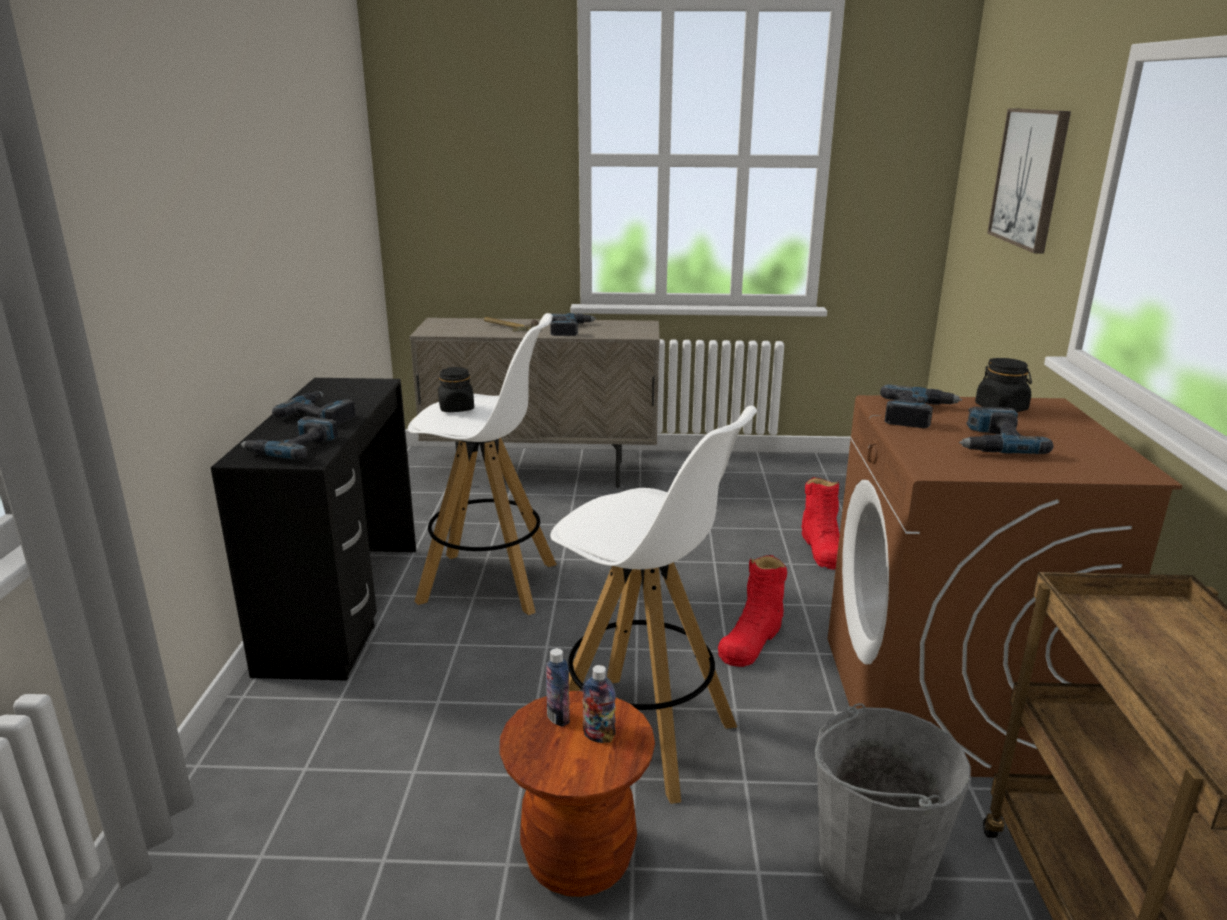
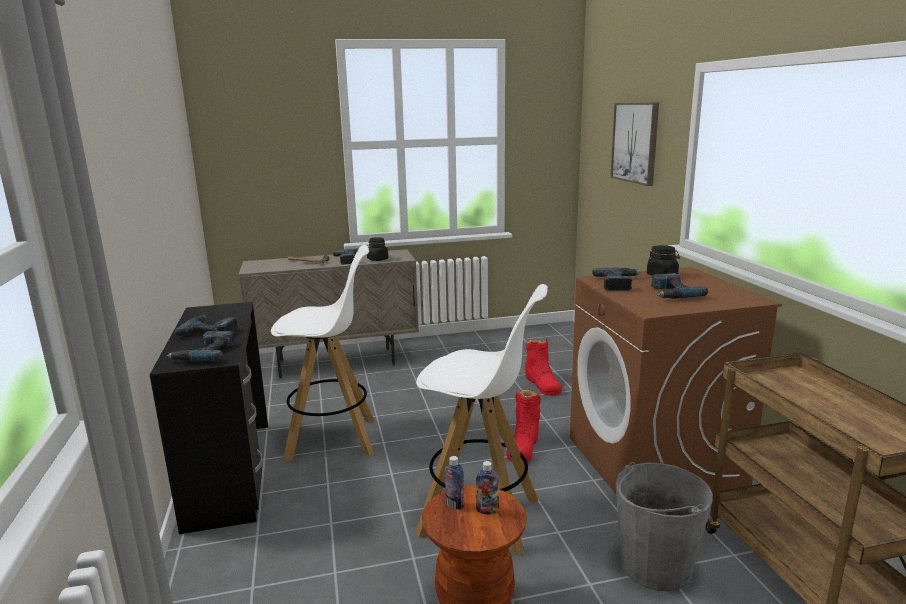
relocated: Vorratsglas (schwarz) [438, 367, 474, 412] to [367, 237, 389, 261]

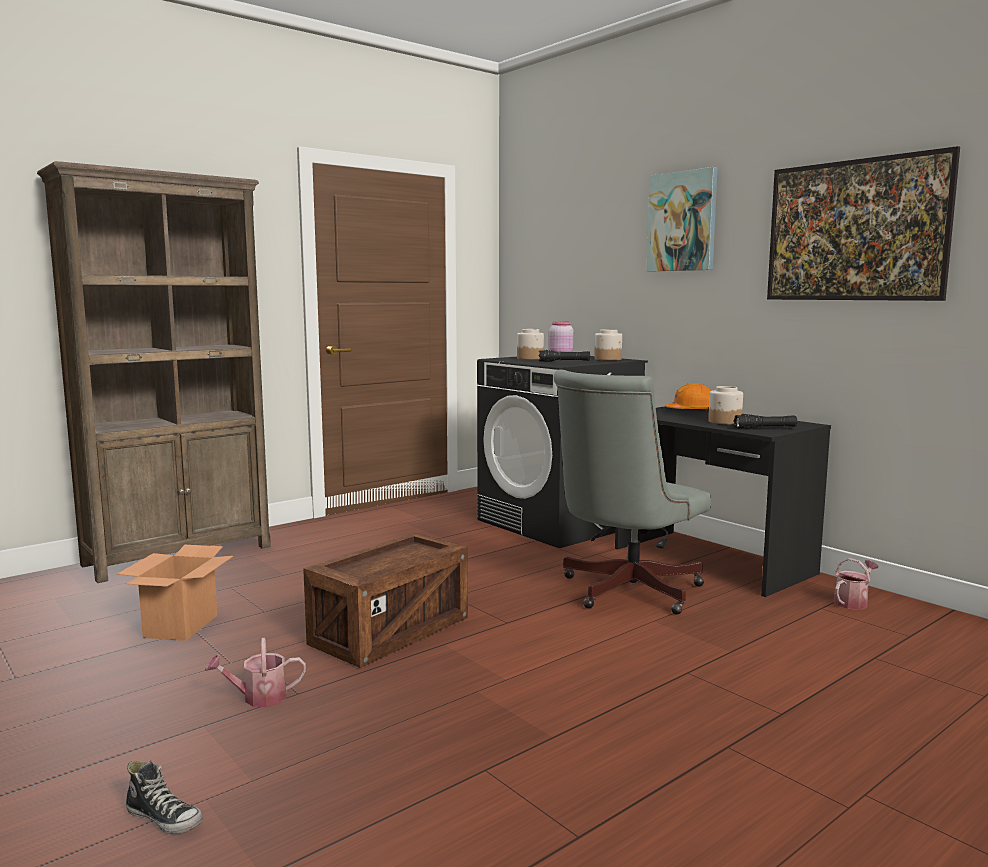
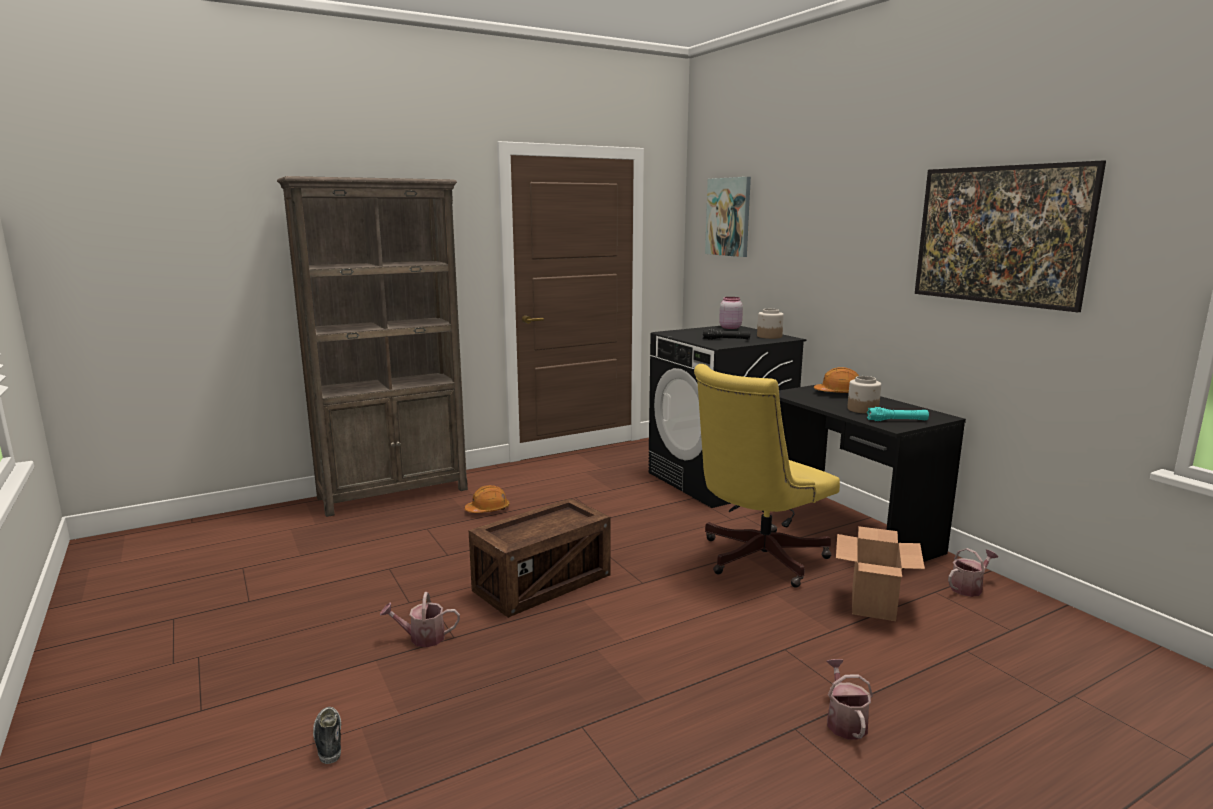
missing: Vorratsglas [517, 329, 544, 360]
appeared: Schutzhelm (orange) [465, 485, 510, 513]; Gießkanne [827, 659, 873, 740]
relocated: Bild [647, 167, 717, 272] to [705, 177, 751, 257]; Karton [117, 545, 233, 641] to [836, 526, 925, 621]
colour: Bürostuhl (grau) [554, 370, 711, 615] to Bürostuhl (gelb) [694, 364, 840, 588]; Taschenlampe (schwarz) [733, 414, 797, 429] to Taschenlampe (türkis) [867, 407, 929, 421]
spun: Schuh [126, 761, 203, 834] = [313, 707, 341, 764] 150 degrees counterclockwise

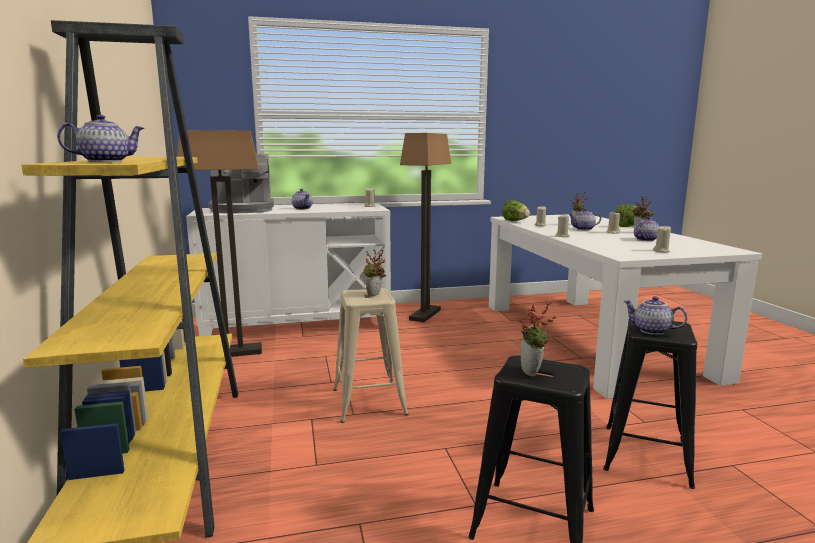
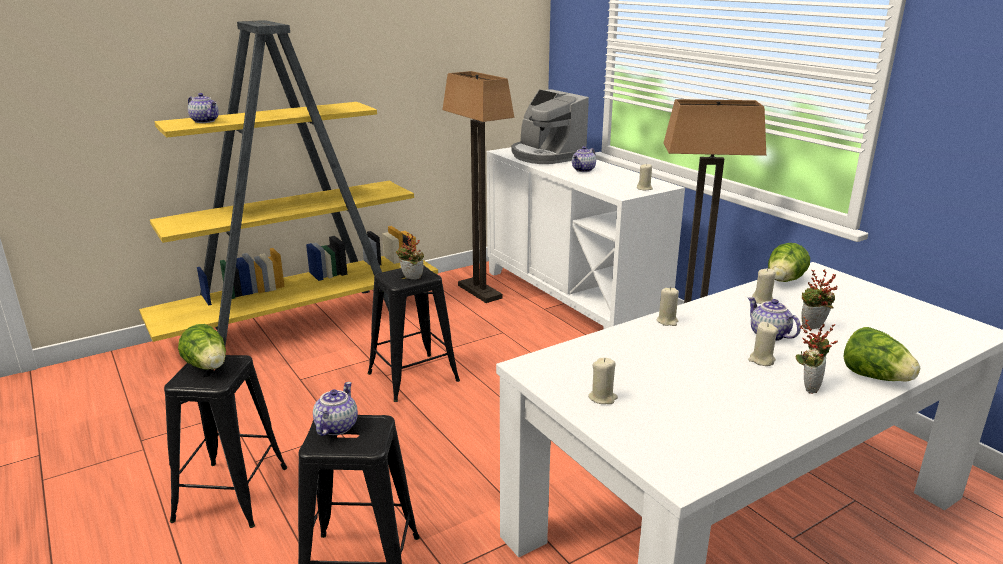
missing: Teekanne [634, 216, 659, 241]
exchanged: Topfpflanze [519, 302, 556, 377] to Salatkopf [178, 324, 226, 370]
colour: Hocker (beige) [334, 288, 408, 423] to Hocker (schwarz) [368, 265, 460, 402]

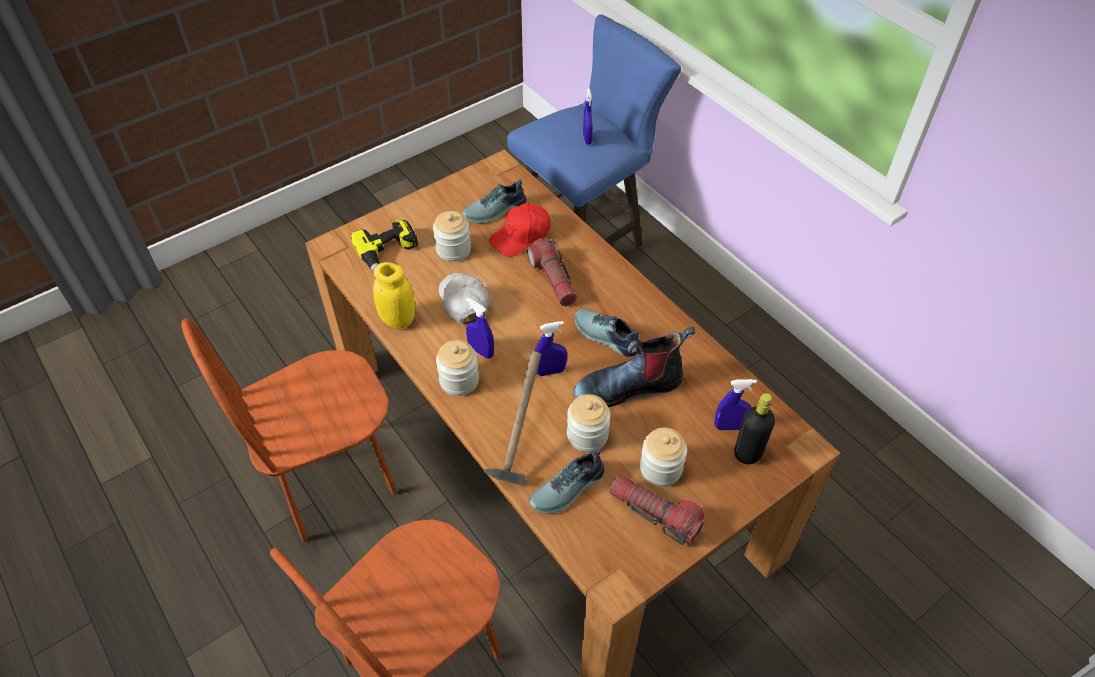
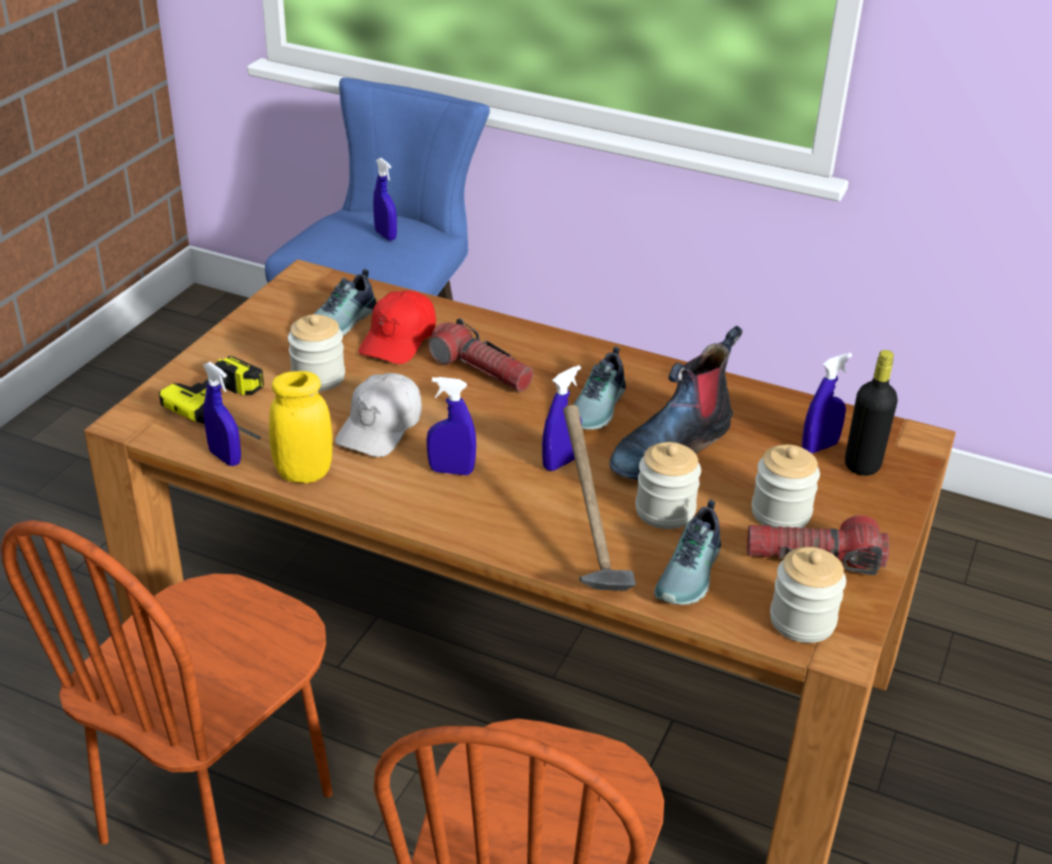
appeared: Sprühflasche (blau) [203, 362, 241, 466]
relocated: Vorratsglas [436, 340, 479, 396] to [770, 547, 846, 643]
spun: Kappe (weiß) [439, 273, 489, 325] = [335, 373, 422, 457] 105 degrees counterclockwise; Schuh [575, 309, 639, 357] = [573, 346, 626, 430] 75 degrees counterclockwise

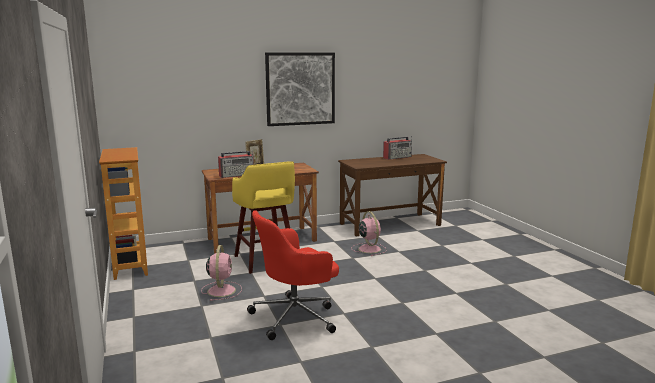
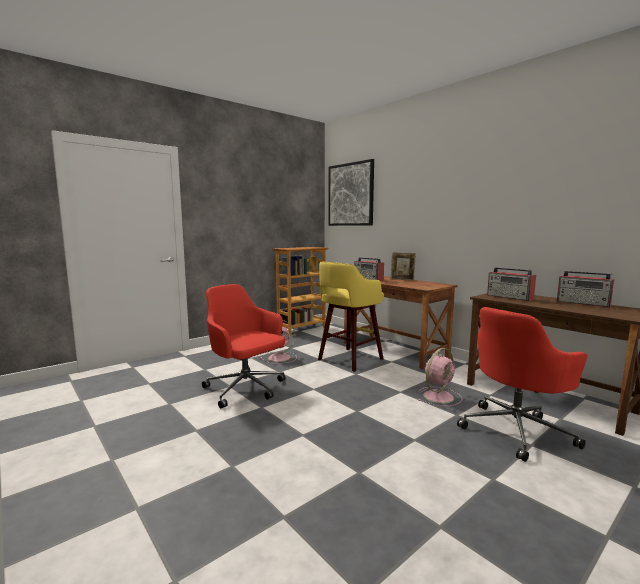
appeared: Bürostuhl (rot) [457, 307, 588, 462]; Radio [487, 267, 536, 301]
relocated: Bild [265, 52, 335, 126] to [328, 159, 374, 226]

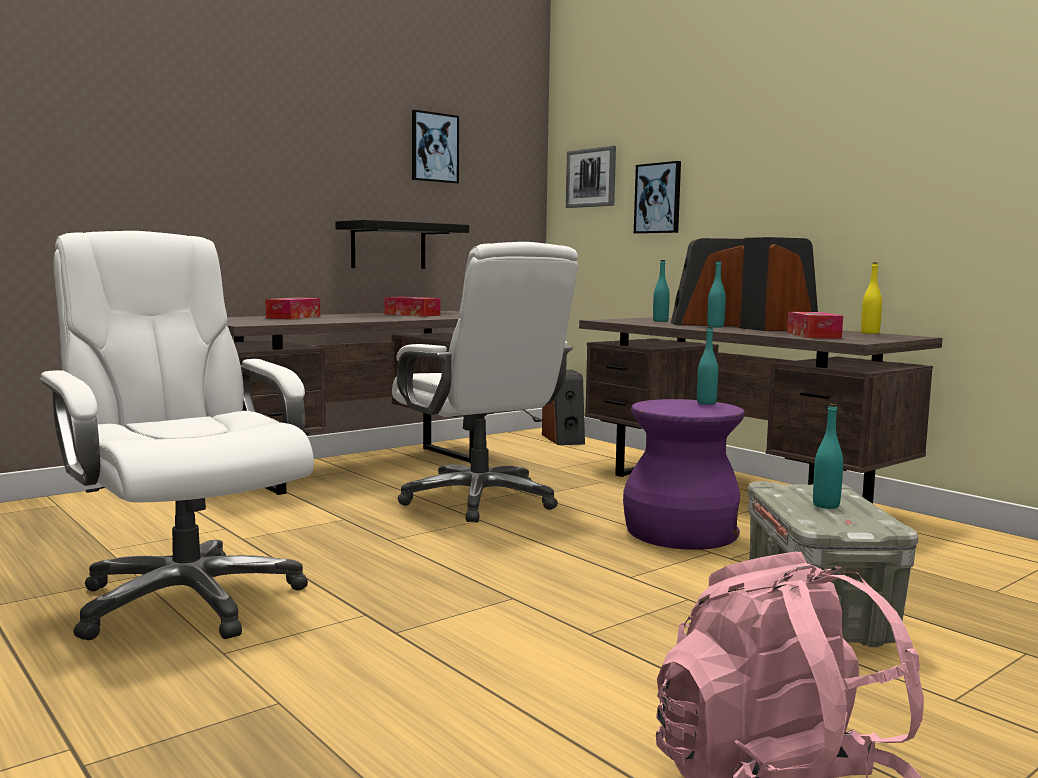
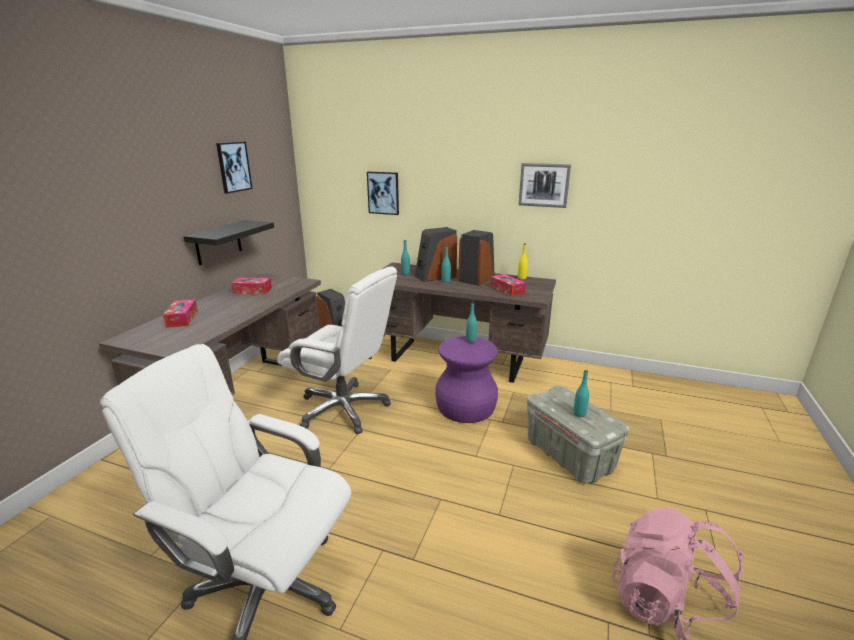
relocated: Bild [566, 146, 616, 208] to [519, 163, 571, 208]

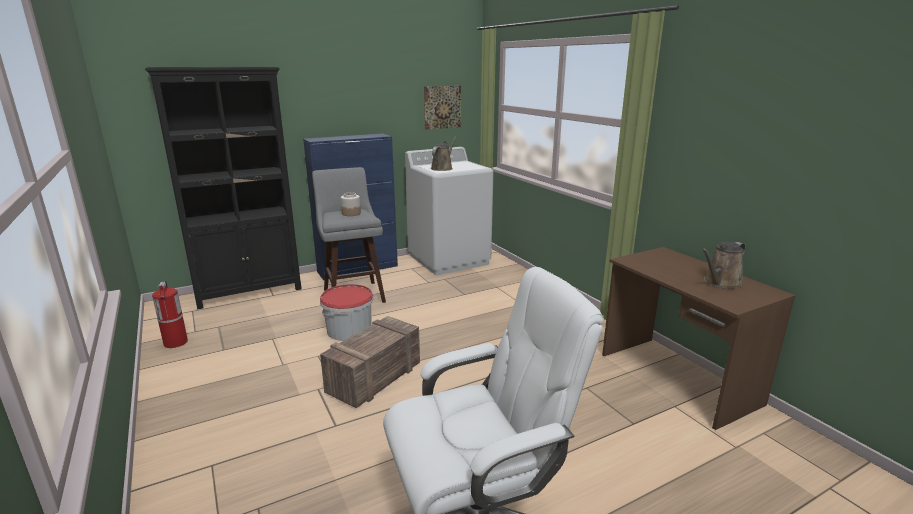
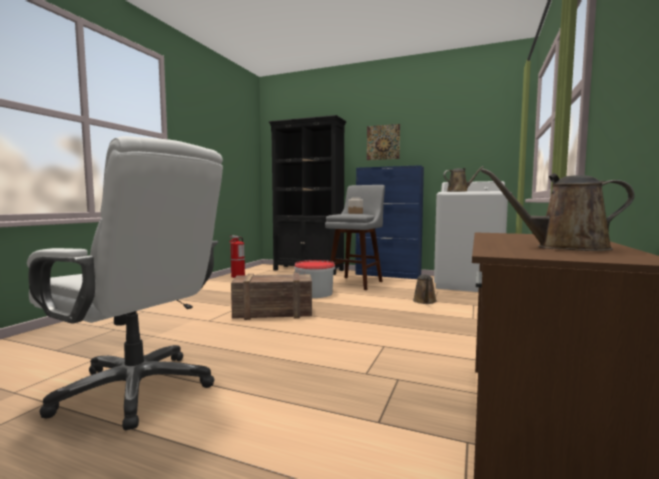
appeared: Gießkanne (braun) [413, 274, 437, 304]
relocated: Bild [424, 86, 461, 130] to [367, 124, 400, 160]

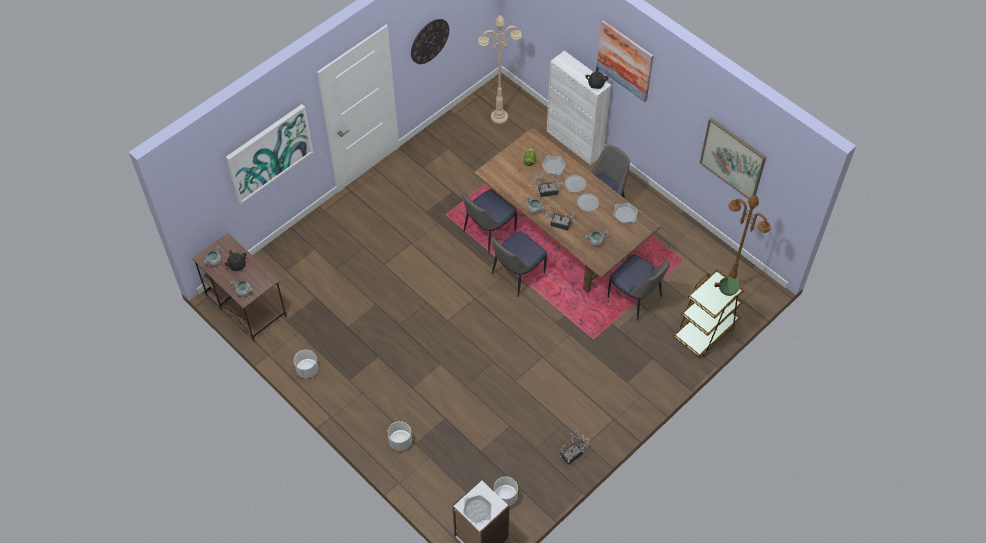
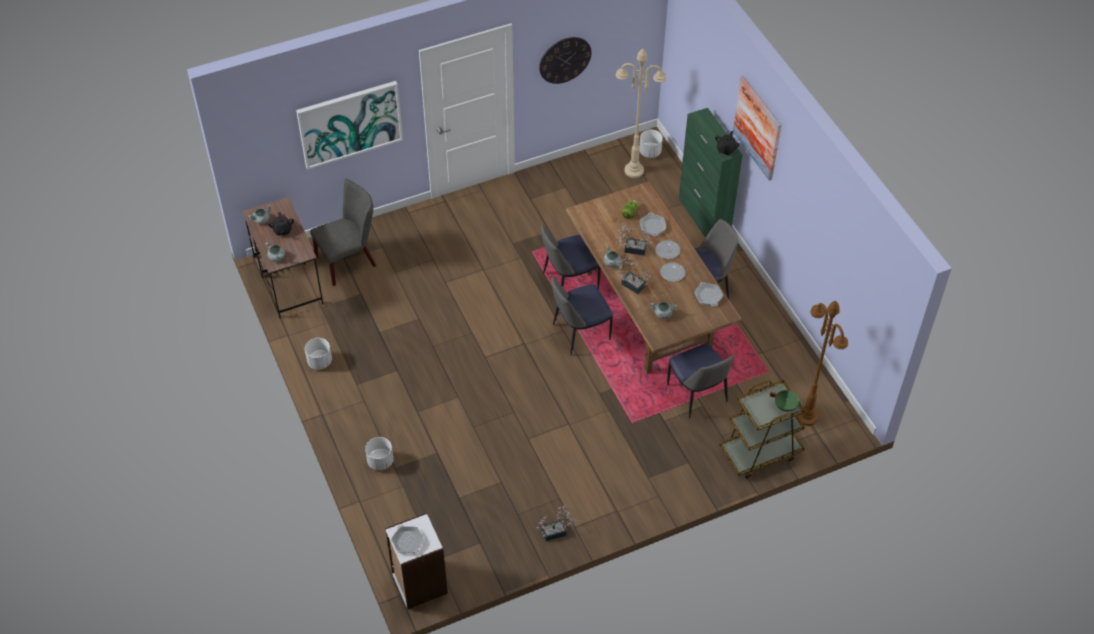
missing: Bild [700, 118, 766, 199]
appeared: Stuhl (grau) [310, 179, 376, 286]
relocated: Pflanzkübel (weiß) [494, 477, 518, 506] to [640, 130, 663, 158]
colour: Schrank (weiß) [547, 51, 611, 165] to Schrank (grün) [679, 108, 743, 238]

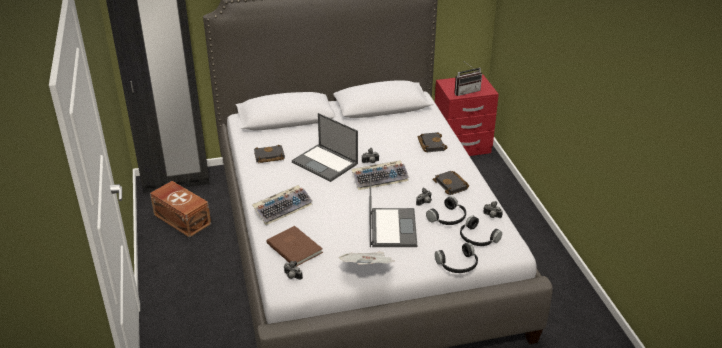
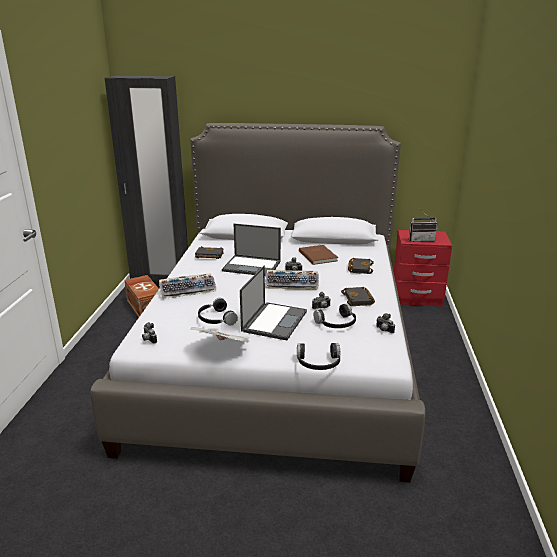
relocated: Kopfhörer (schwarz) [460, 215, 502, 246] to [198, 298, 238, 326]; Buch (braun) [266, 226, 323, 267] to [299, 245, 338, 265]
spun: Laptop [292, 113, 358, 182] = [222, 224, 281, 276] 45 degrees counterclockwise

